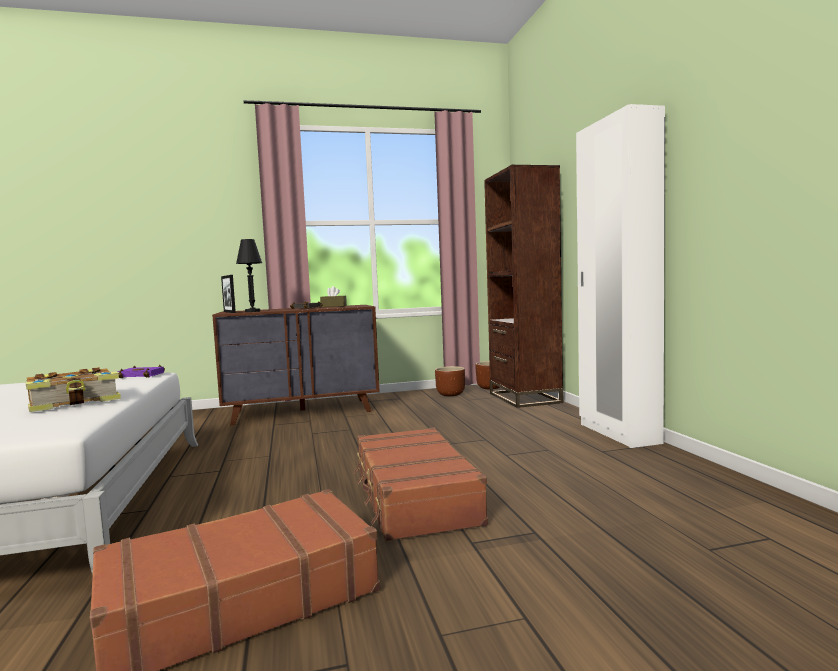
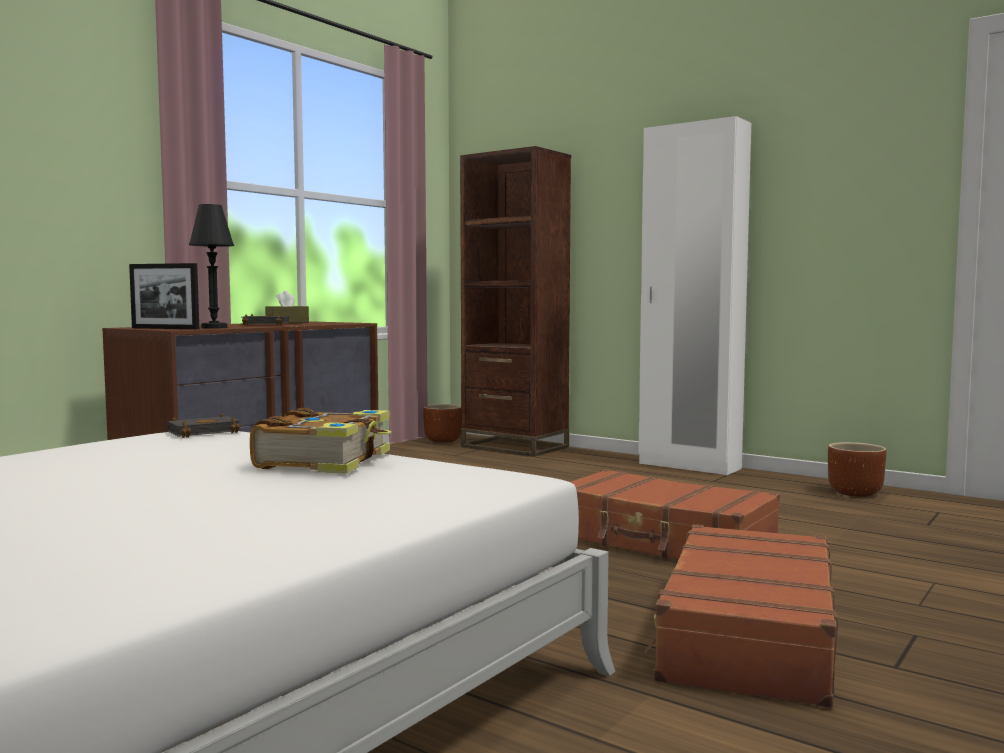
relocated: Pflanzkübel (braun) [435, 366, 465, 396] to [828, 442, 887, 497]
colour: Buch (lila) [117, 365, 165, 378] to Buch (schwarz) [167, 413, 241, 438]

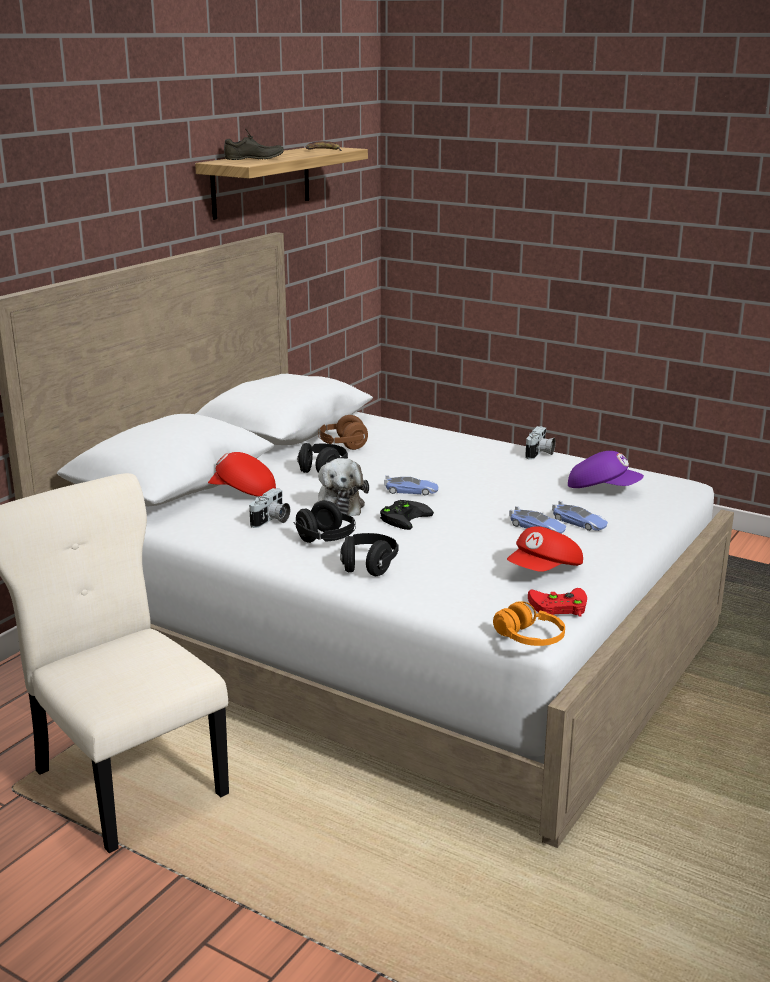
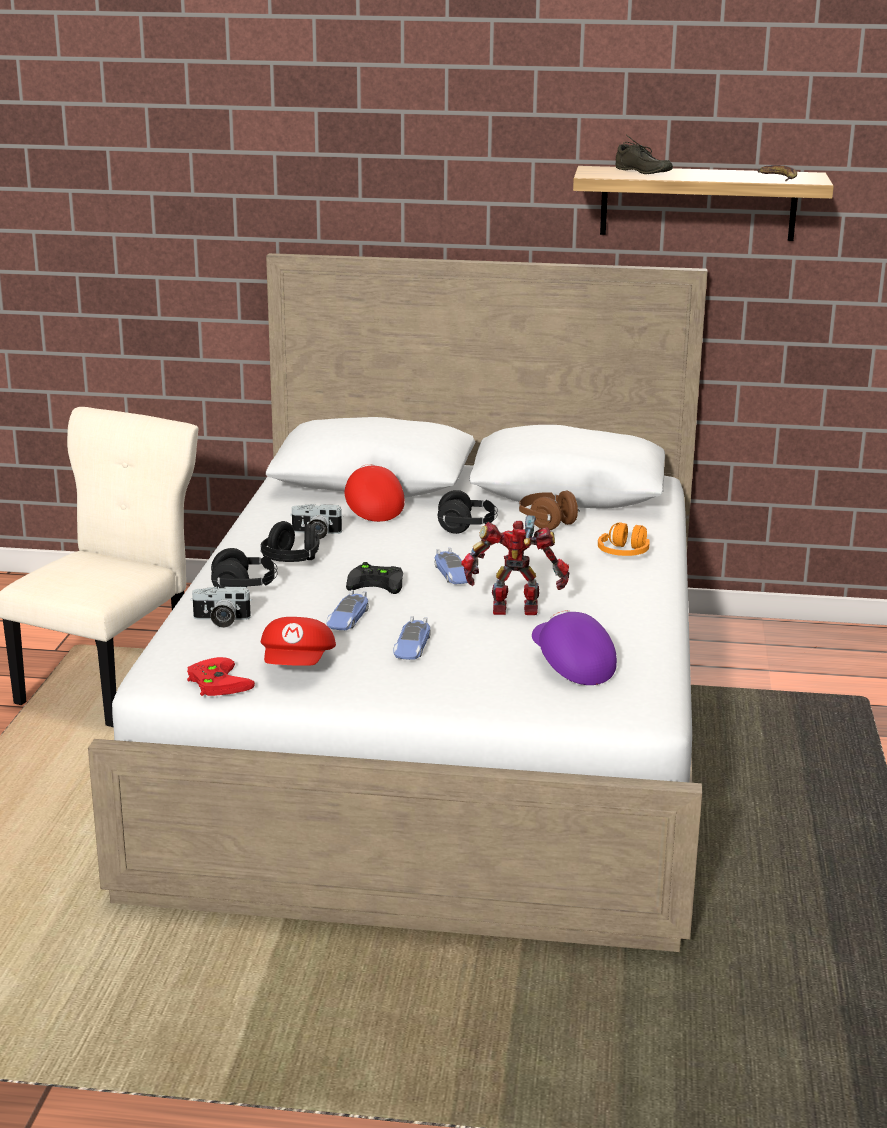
missing: Plüschtier [314, 458, 369, 516]
appeared: Spielzeugroboter [461, 515, 569, 615]
relocated: Kamera [525, 426, 556, 460] to [190, 587, 252, 628]; Spielzeugauto [552, 501, 608, 531] to [326, 590, 369, 630]; Kopfhörer (orange) [493, 602, 565, 646] to [598, 523, 650, 556]
spun: Kappe (rot) [507, 526, 583, 572] = [261, 617, 336, 666] 105 degrees counterclockwise; Kappe (lila) [568, 451, 644, 488] = [532, 610, 617, 685] 150 degrees clockwise

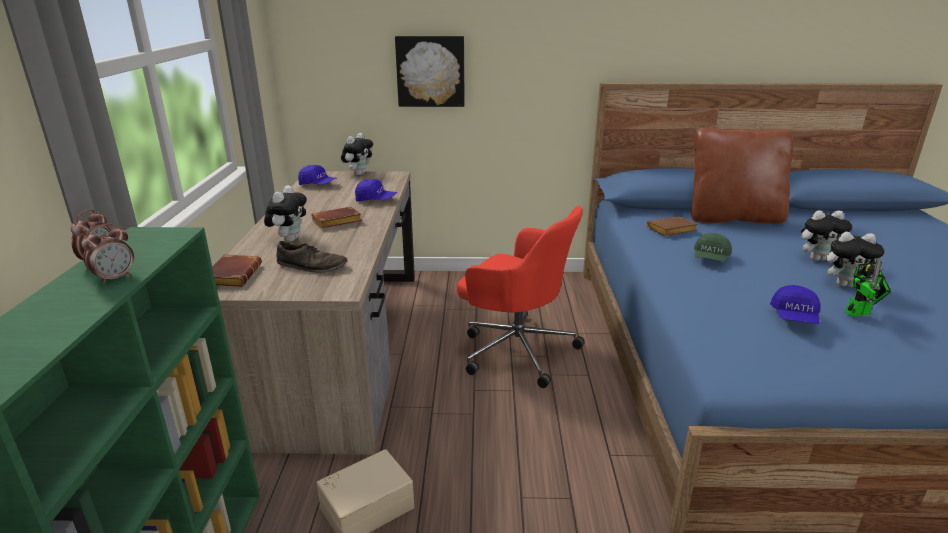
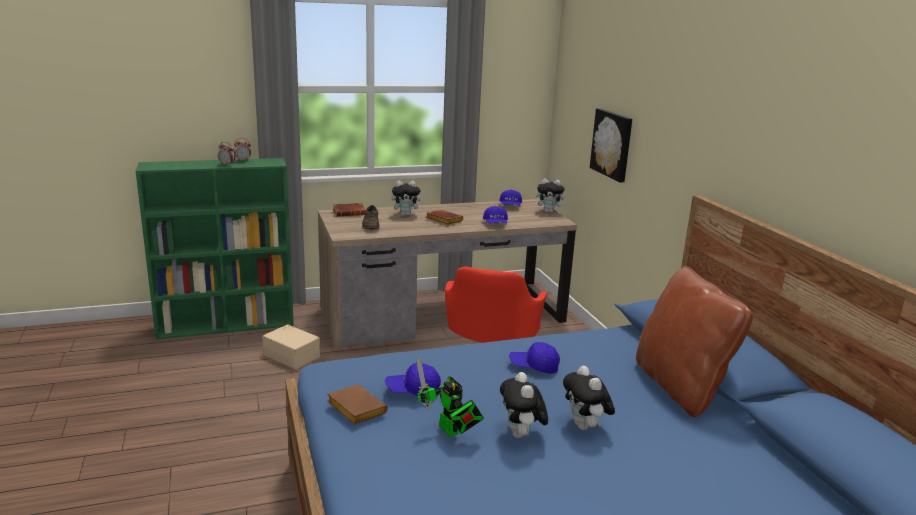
relocated: Buch (braun) [647, 216, 697, 236] to [327, 384, 388, 424]
colour: Kappe (grün) [694, 233, 732, 262] to Kappe (blau) [509, 342, 560, 374]

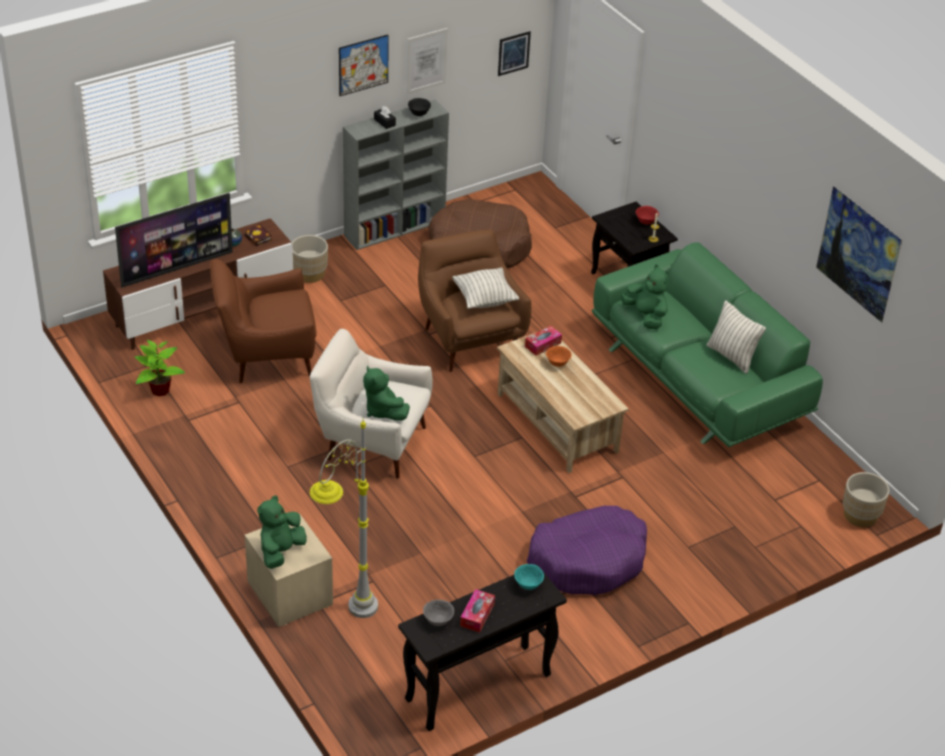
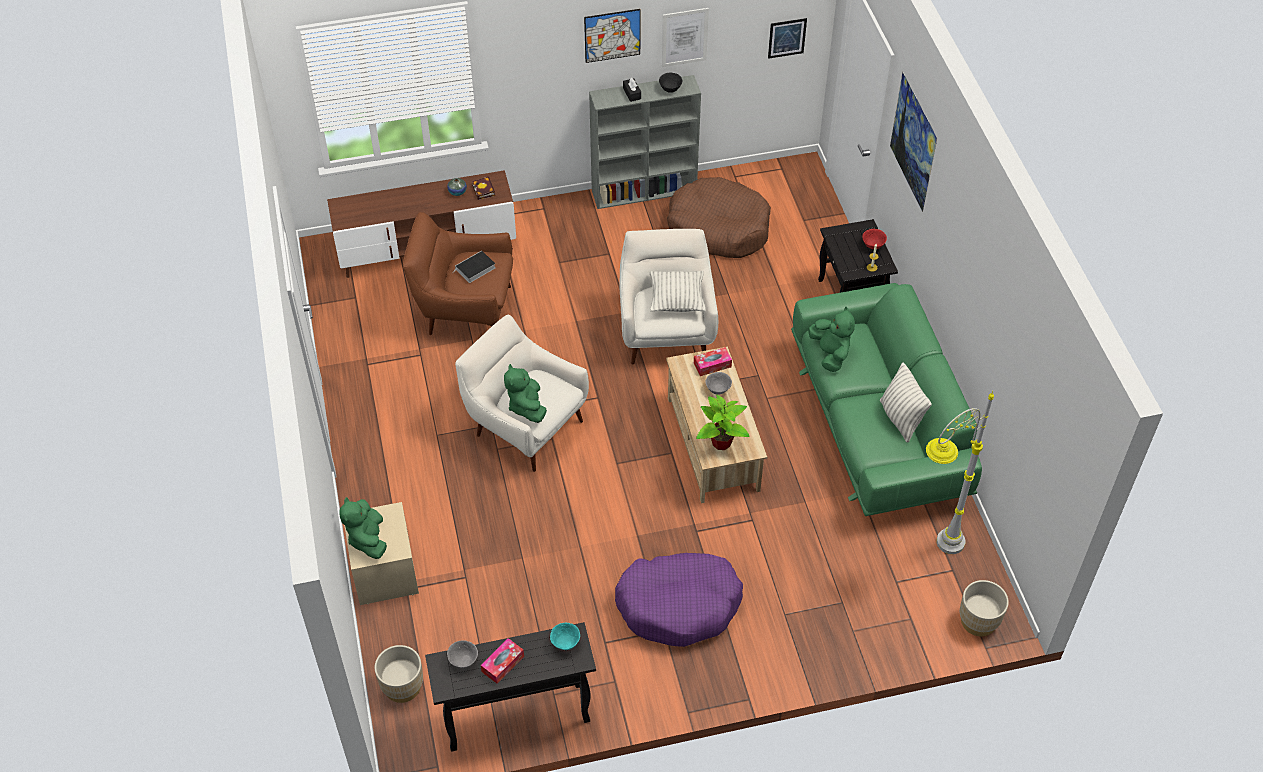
missing: Fernseher [115, 193, 233, 288]
appeared: Buch [451, 251, 496, 283]
relocated: Pflanzkübel (beige) [292, 235, 328, 283] to [375, 645, 423, 703]; Topfpflanze [135, 340, 185, 396] to [696, 395, 750, 450]; Bild [816, 186, 902, 323] to [890, 72, 937, 212]; Stehlampe (grau) [310, 418, 378, 618] to [926, 391, 994, 554]
colour: Sessel (braun) [418, 229, 531, 372] to Sessel (weiß) [619, 229, 718, 365]; Schüssel (orange) [546, 346, 572, 367] to Schüssel (grau) [705, 372, 732, 395]
spun: Plüschtier (grün) [257, 495, 307, 569] = [339, 497, 387, 559] 60 degrees counterclockwise

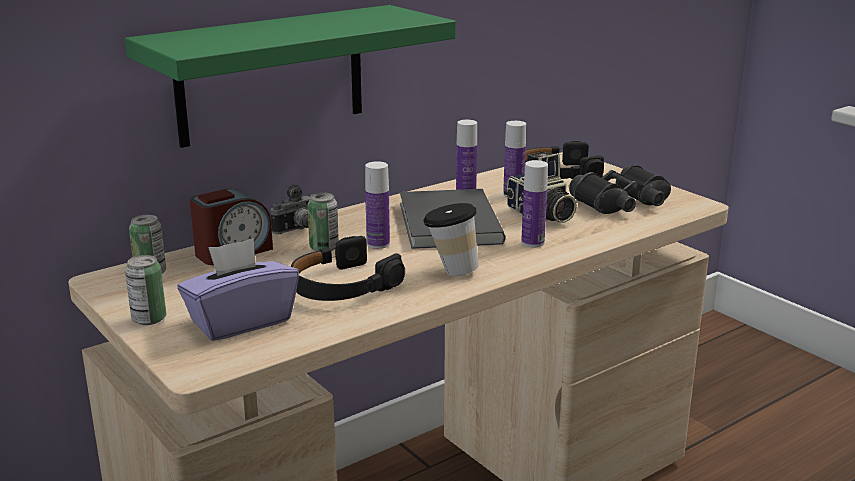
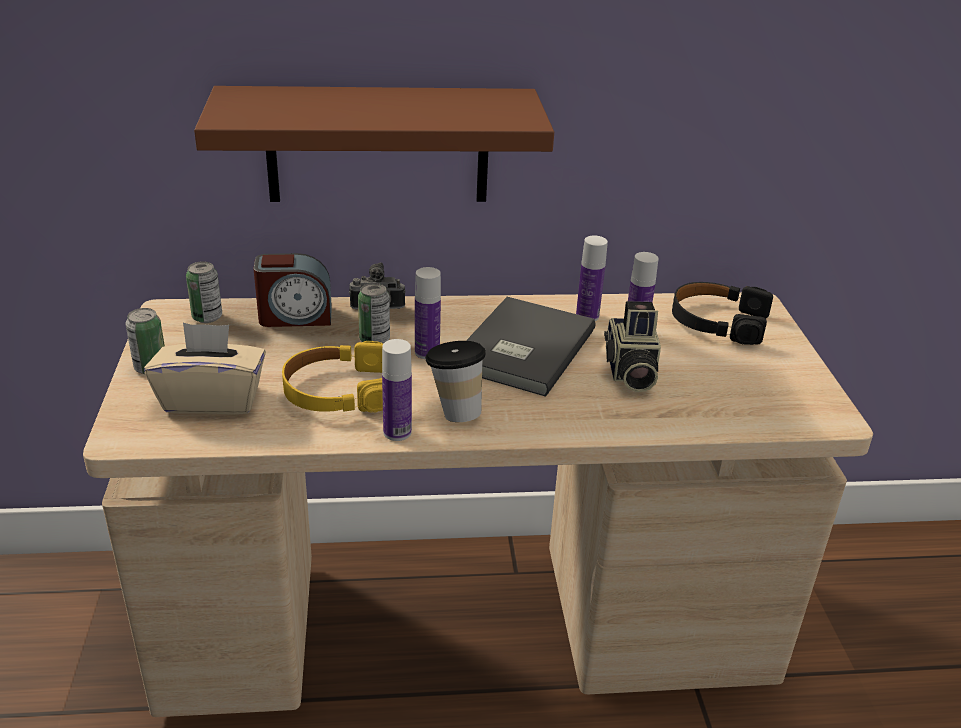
missing: Fernglas (schwarz) [569, 164, 671, 214]
relocated: Flasche [521, 160, 548, 247] to [382, 339, 412, 441]
colour: Taschentuchbox (lila) [177, 238, 299, 341] to Taschentuchbox (beige) [144, 323, 266, 414]; Wandregal (grün) [125, 5, 456, 148] to Wandregal (braun) [194, 86, 554, 202]; Kopfhörer (schwarz) [291, 236, 405, 301] to Kopfhörer (gelb) [282, 340, 384, 413]

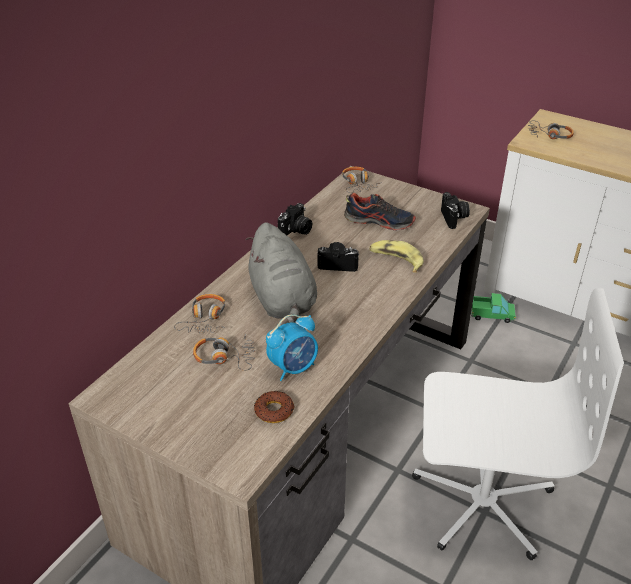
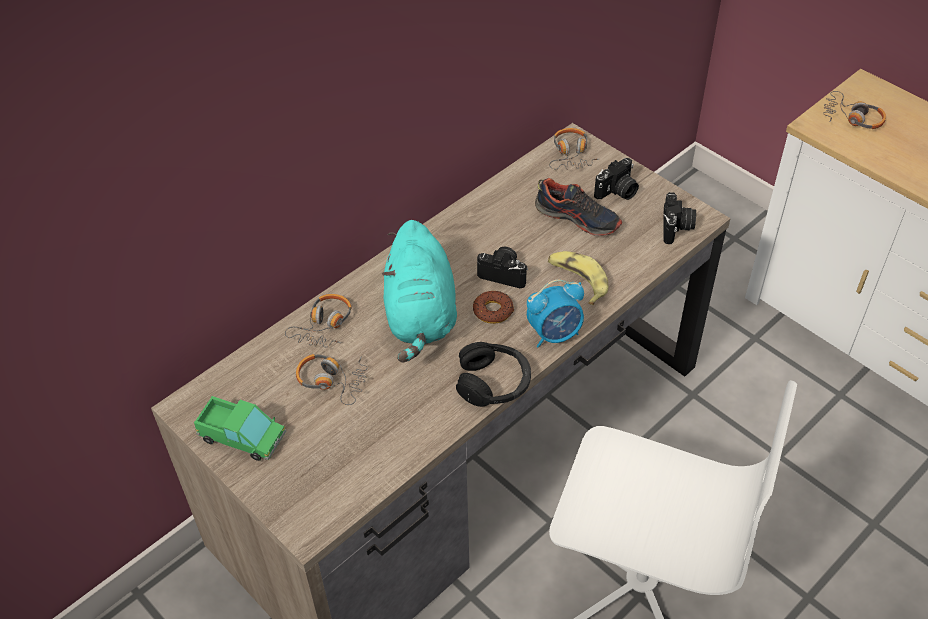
appeared: Kopfhörer (schwarz) [456, 342, 531, 407]
relocated: Spielzeuglaster [471, 293, 516, 323] to [194, 396, 286, 461]; Donut [254, 391, 295, 423] to [473, 291, 514, 324]; Wecker [266, 314, 318, 381] to [527, 279, 584, 347]; Kamera [278, 203, 312, 235] to [594, 158, 639, 200]
colour: Plüschtier (grau) [245, 222, 317, 325] to Plüschtier (türkis) [382, 220, 457, 362]

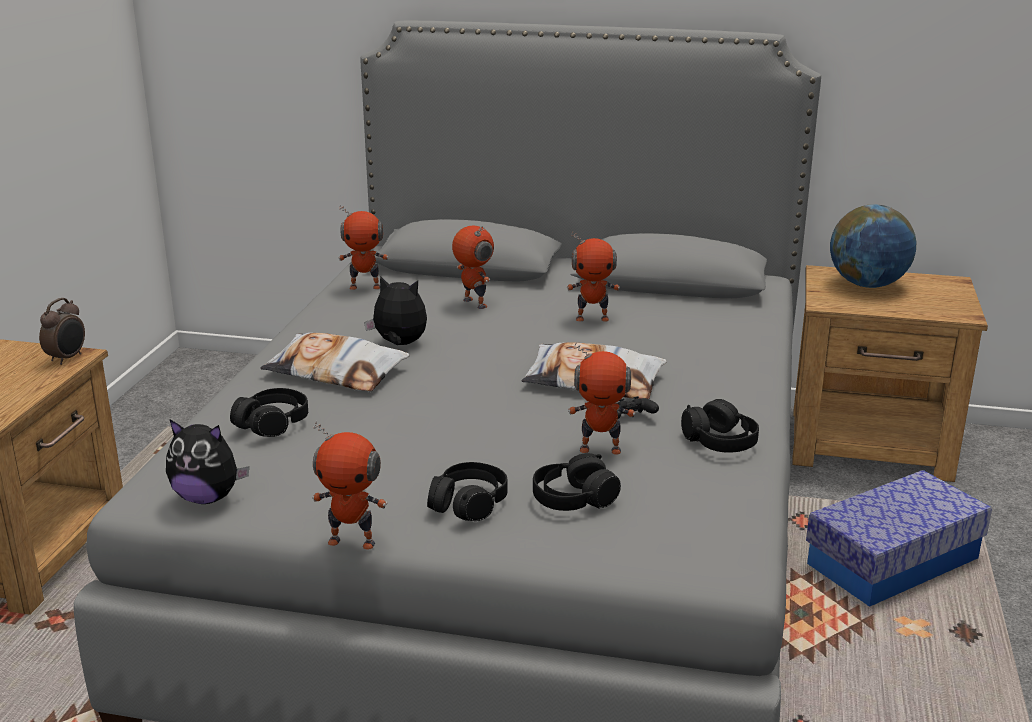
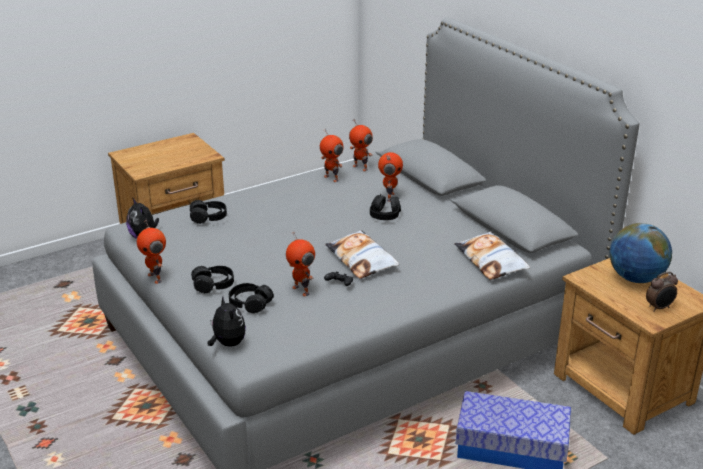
relocated: Plüschtier [364, 276, 427, 345] to [208, 297, 246, 347]; Spielzeugroboter [567, 232, 620, 322] to [320, 128, 343, 182]; Kopfhörer (schwarz) [681, 399, 759, 453] to [370, 194, 401, 220]; Kissen [260, 333, 410, 391] to [454, 231, 530, 280]; Wecker [39, 298, 85, 365] to [646, 272, 678, 312]

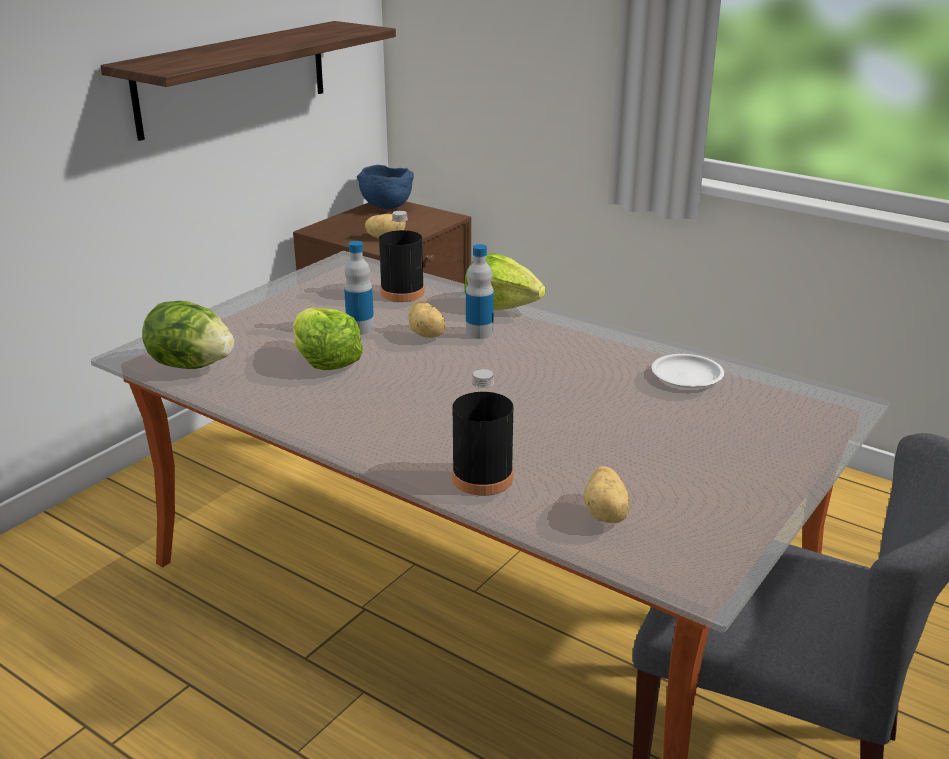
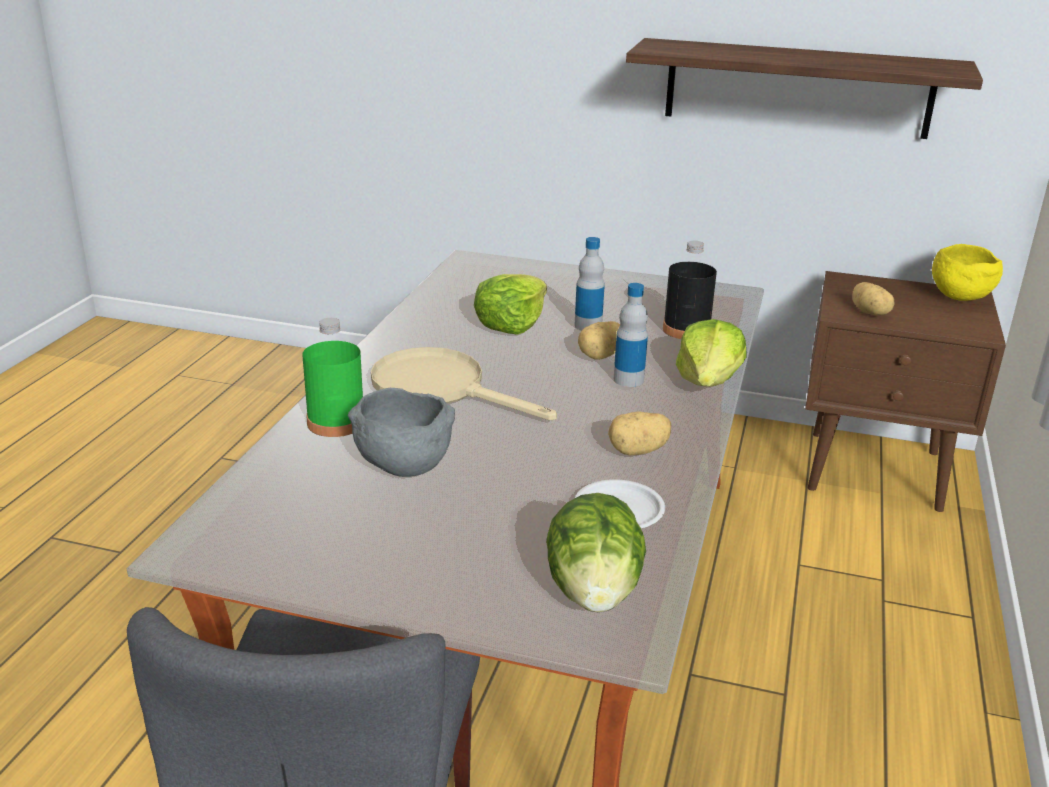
appeared: Schüssel (grau) [348, 388, 455, 477]; Pfanne (beige) [371, 347, 557, 420]
relocated: Salatkopf [142, 301, 234, 369] to [546, 493, 646, 612]; Kartoffel [583, 466, 629, 523] to [608, 411, 671, 455]
colour: Flasche (schwarz) [452, 369, 513, 496] to Flasche (grün) [302, 318, 363, 437]; Schüssel (blau) [357, 165, 414, 209] to Schüssel (gelb) [932, 244, 1003, 301]

